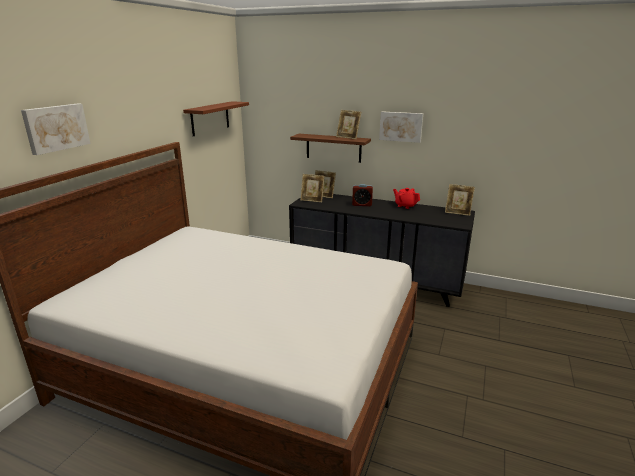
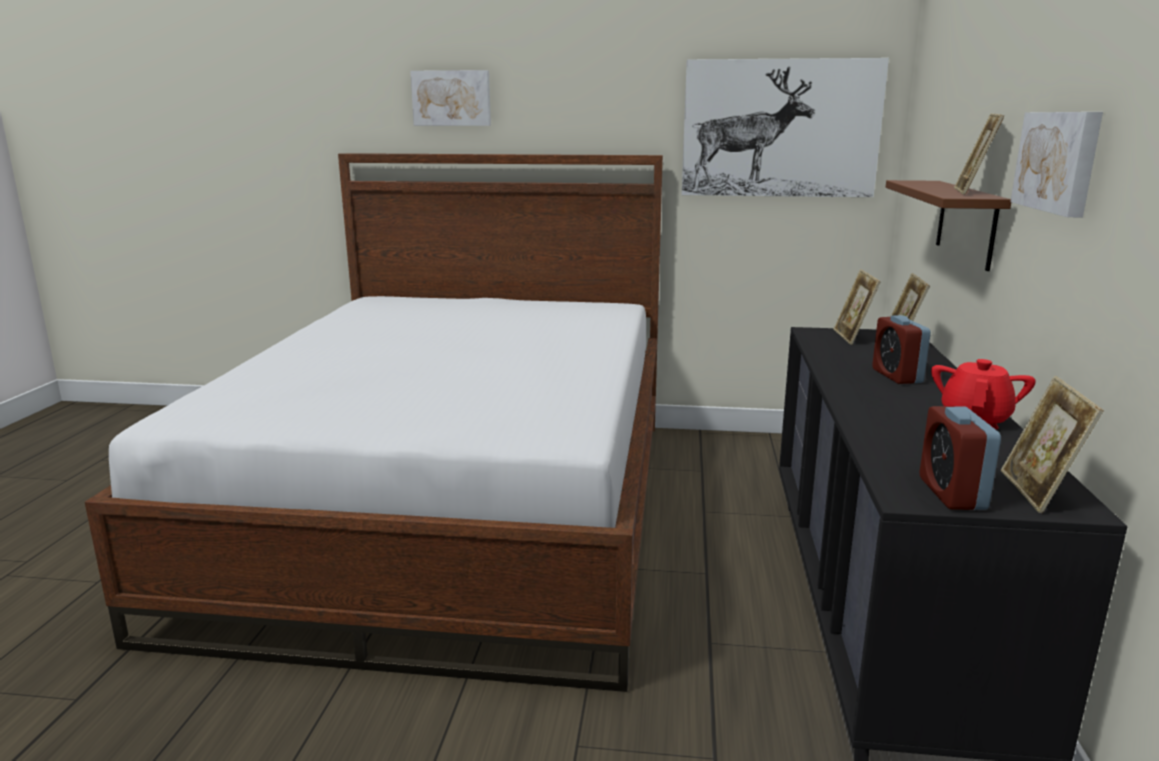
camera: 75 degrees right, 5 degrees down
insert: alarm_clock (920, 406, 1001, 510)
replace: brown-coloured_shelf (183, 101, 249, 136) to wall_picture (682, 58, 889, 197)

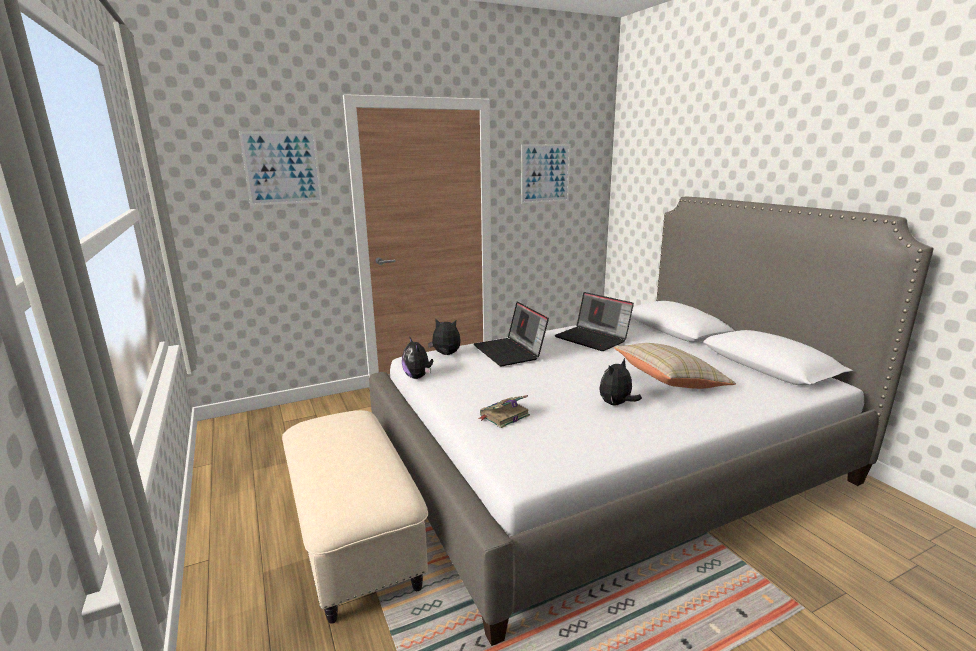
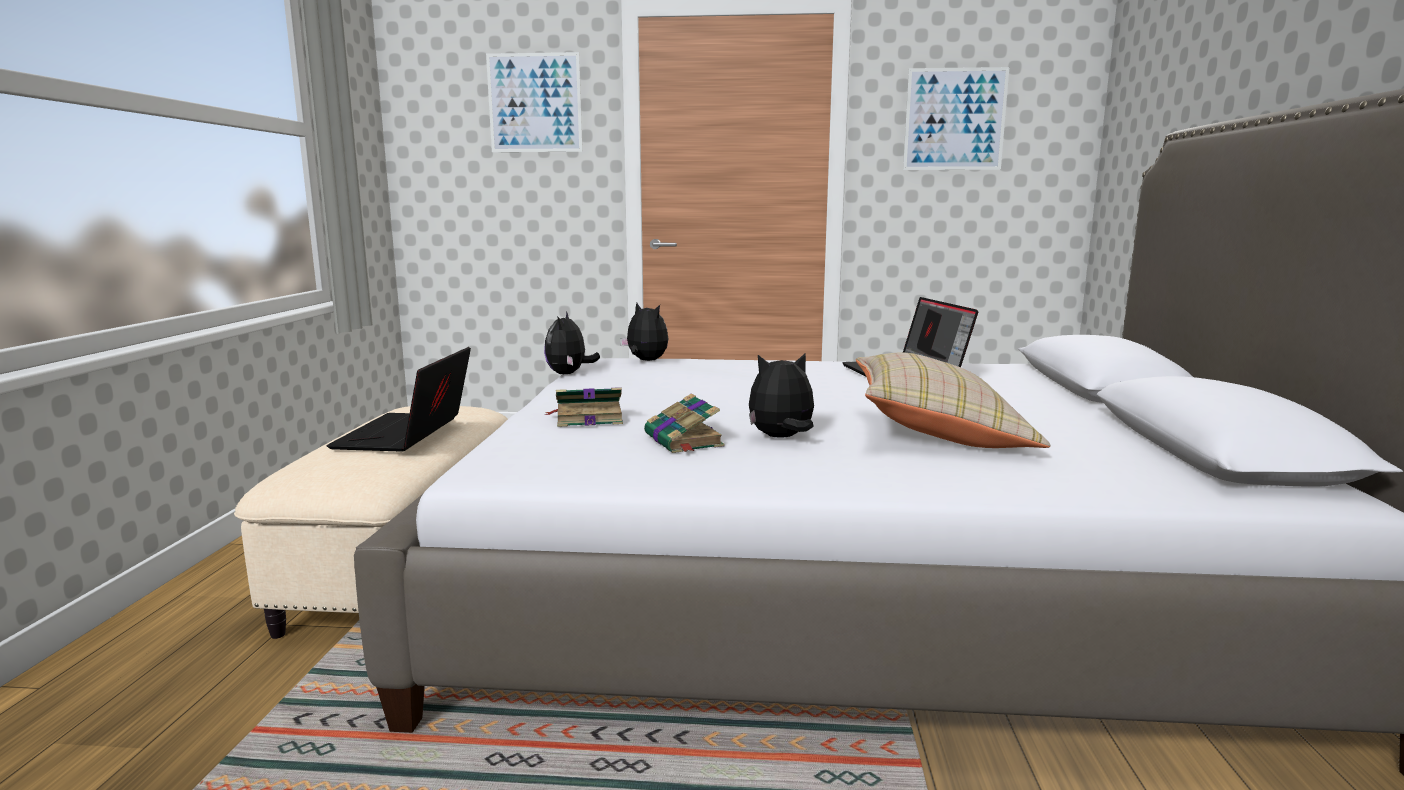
camera: 30 degrees right, 5 degrees down
insert: bound_book (644, 393, 725, 453)
move: notebook_computer (474, 302, 549, 366) to (326, 347, 471, 452)

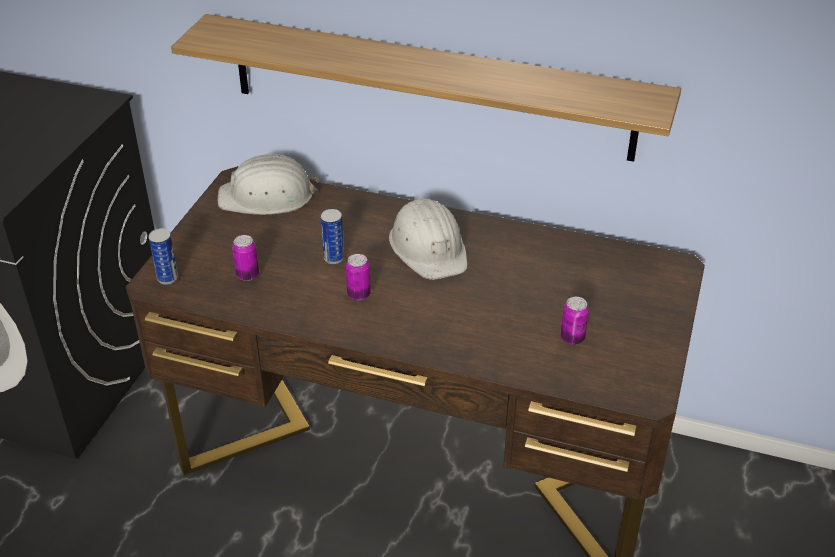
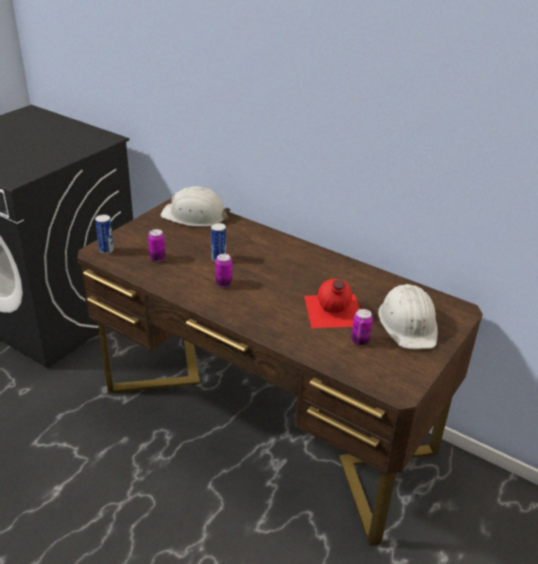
camera: 15 degrees right, 5 degrees down
delete: shelf (171, 14, 681, 162)
insert: red_bottle (304, 279, 360, 328)
move: white-coloured_hard_hat (389, 199, 467, 280) to (378, 284, 438, 349)

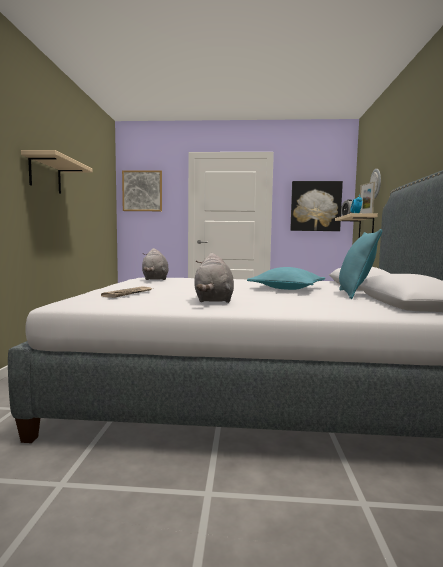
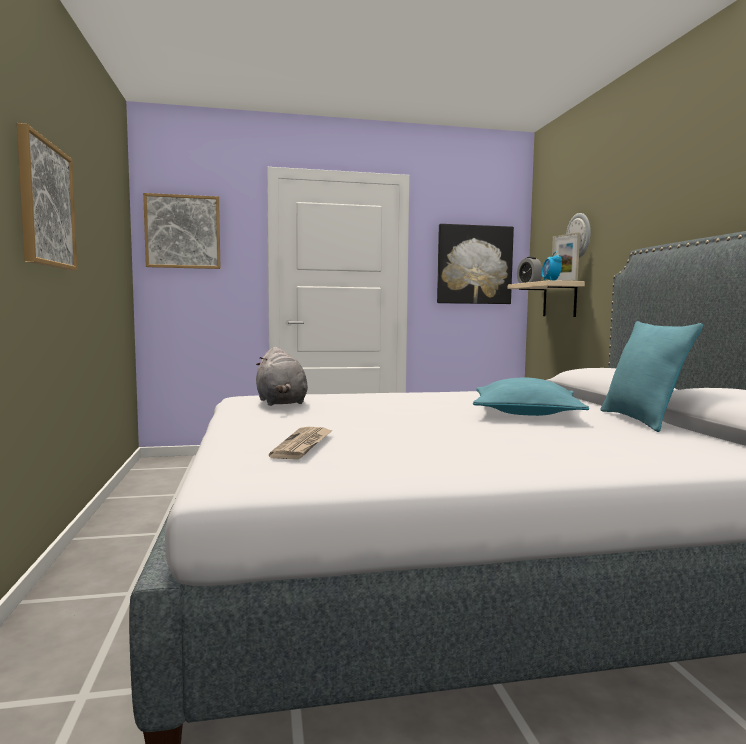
camera: 15 degrees left, 0 degrees up
delete: gray_plush_toy (194, 253, 234, 303)
replace: beige_shelf (21, 150, 93, 194) to wall_picture (17, 123, 78, 271)

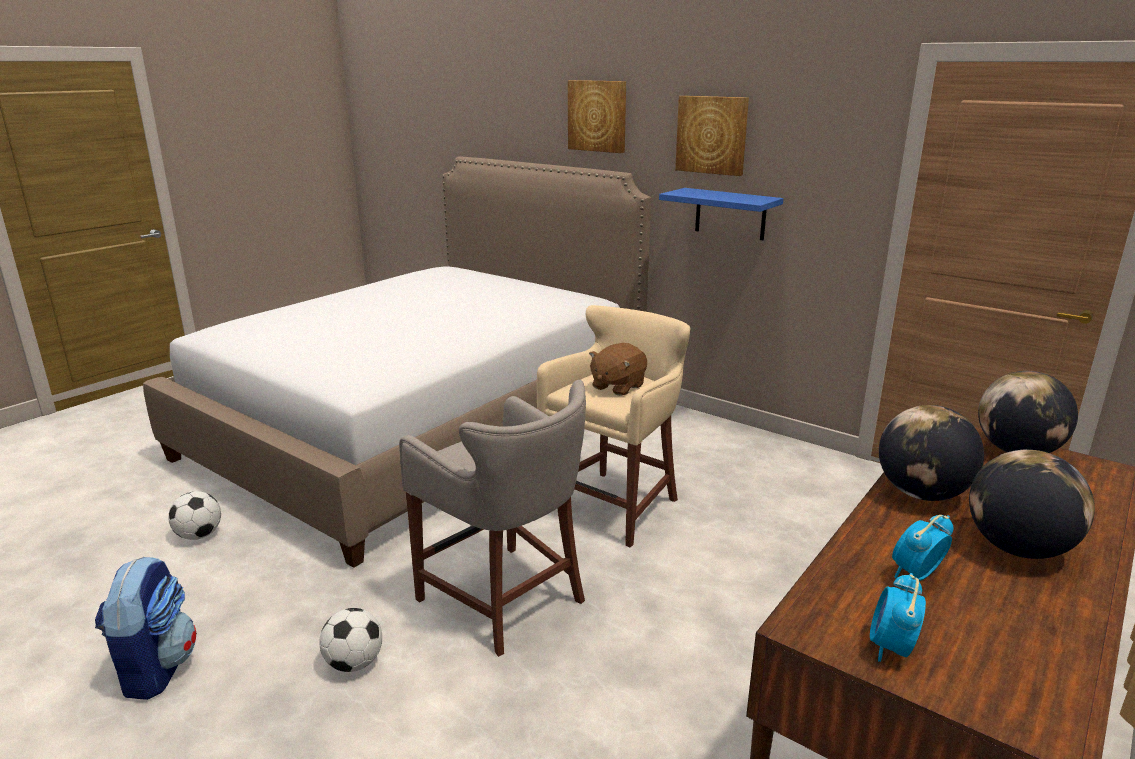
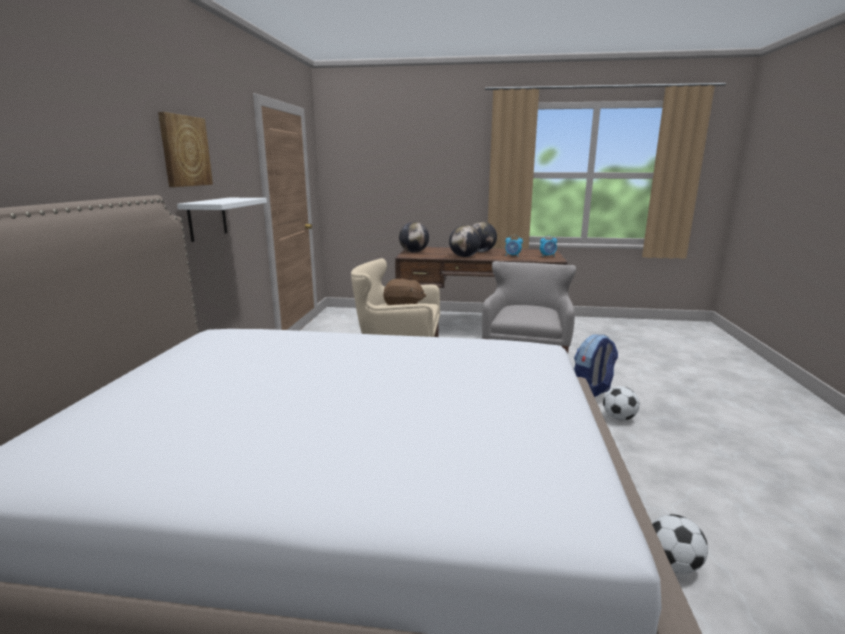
camera: 120 degrees left, 5 degrees down
delete: wall_picture (568, 80, 626, 153)
move: knapsack (95, 557, 197, 700) to (574, 334, 618, 397)
recolor: blue_shelf (659, 188, 783, 240) to white-coloured_shelf (177, 198, 267, 242)

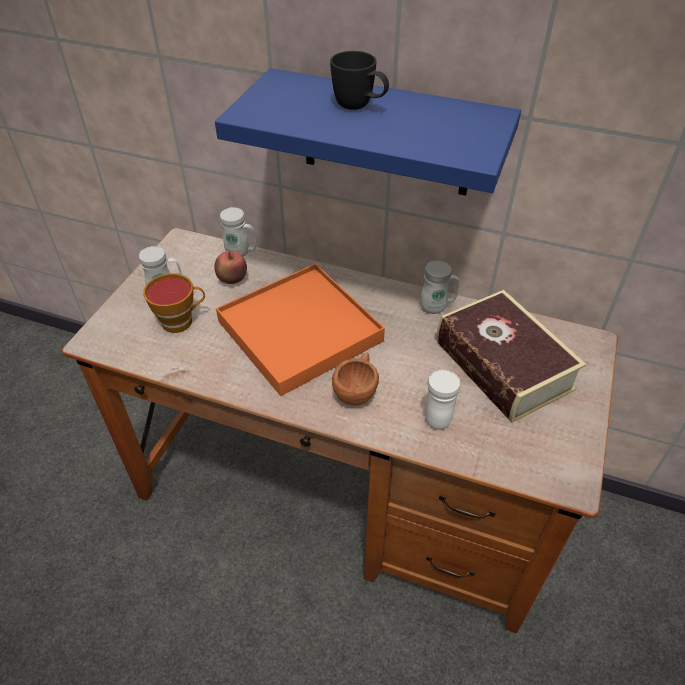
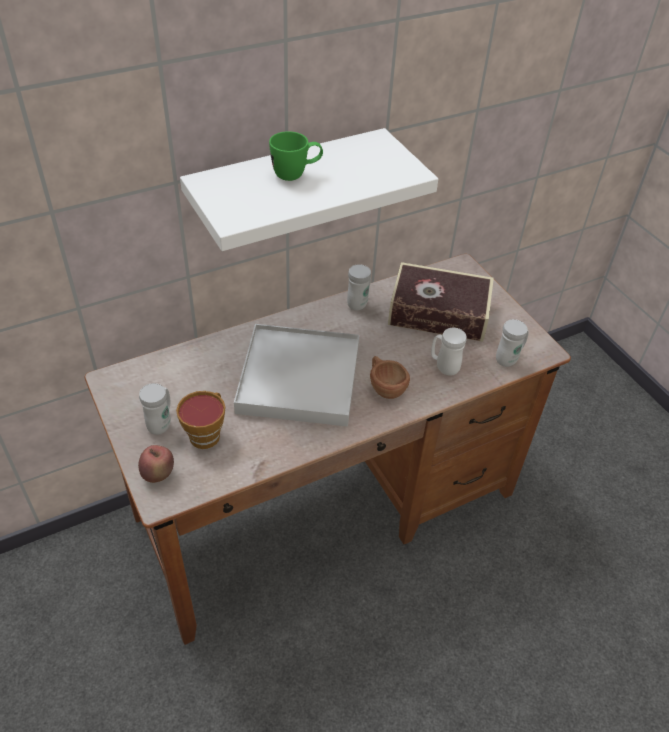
camera: 50 degrees left, 0 degrees up
move: apple_fruit (214, 251, 247, 284) to (138, 445, 174, 483); white-coloured_mug (220, 207, 257, 257) to (496, 319, 529, 367)
recolor: blue_shelf (215, 68, 521, 196) to white-coloured_shelf (180, 128, 438, 251); orangey_tray (216, 263, 385, 396) to white-coloured_tray (234, 324, 359, 427); black-coloured_mug (330, 51, 389, 110) to green-coloured_mug (269, 131, 323, 181)

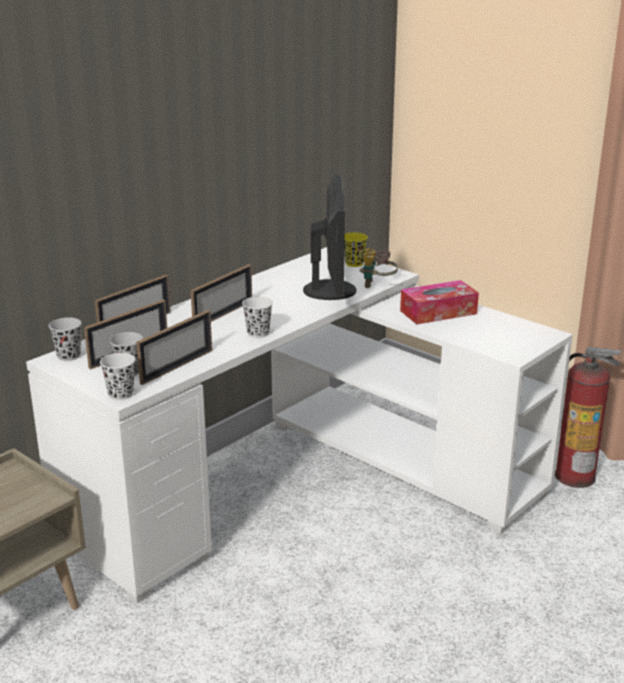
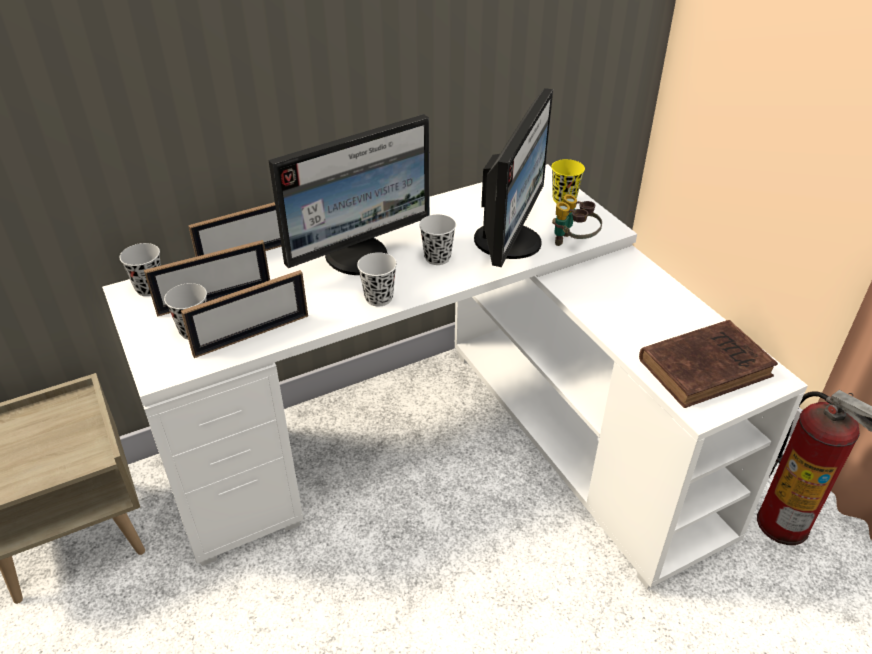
camera: 20 degrees right, 15 degrees up
delete: tissue_holder (400, 280, 479, 325)
insert: brown-coloured_bound_book (639, 320, 778, 408)
move: white-coloured_drinking_cup (100, 353, 135, 400) to (419, 214, 456, 265)
replace: standing_frame (191, 264, 252, 322) to computer_display (268, 114, 430, 275)

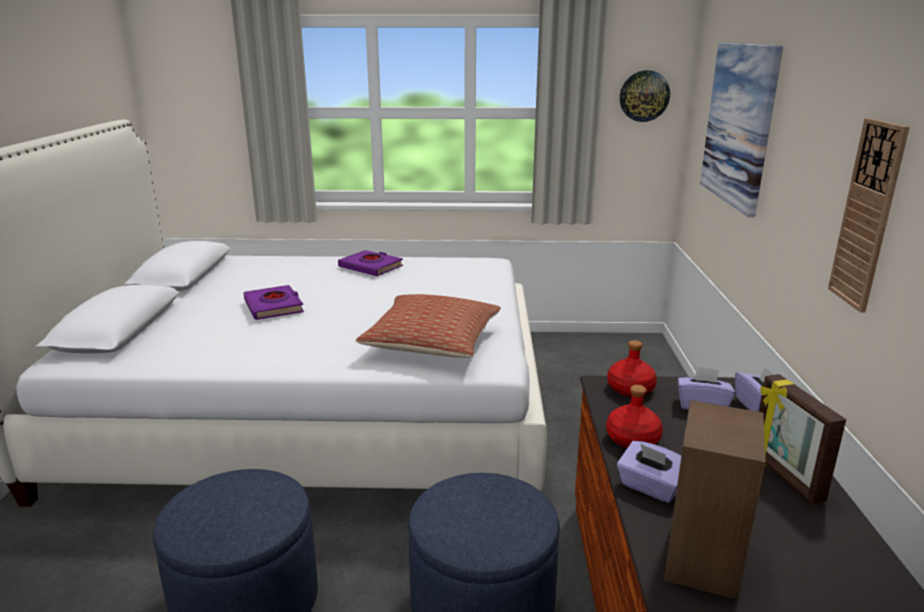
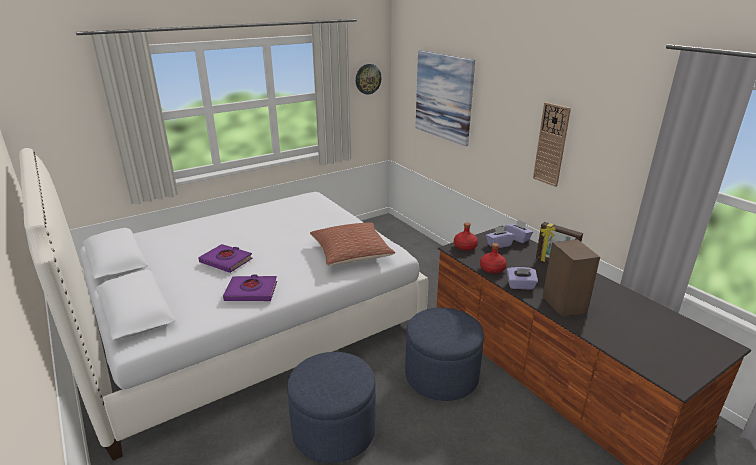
camera: 35 degrees left, 5 degrees up
move: purplish_bound_book (338, 250, 403, 276) to (223, 275, 277, 301)

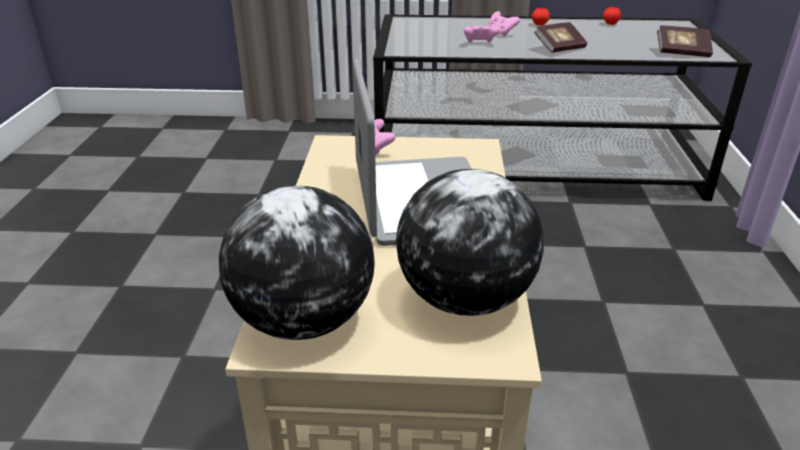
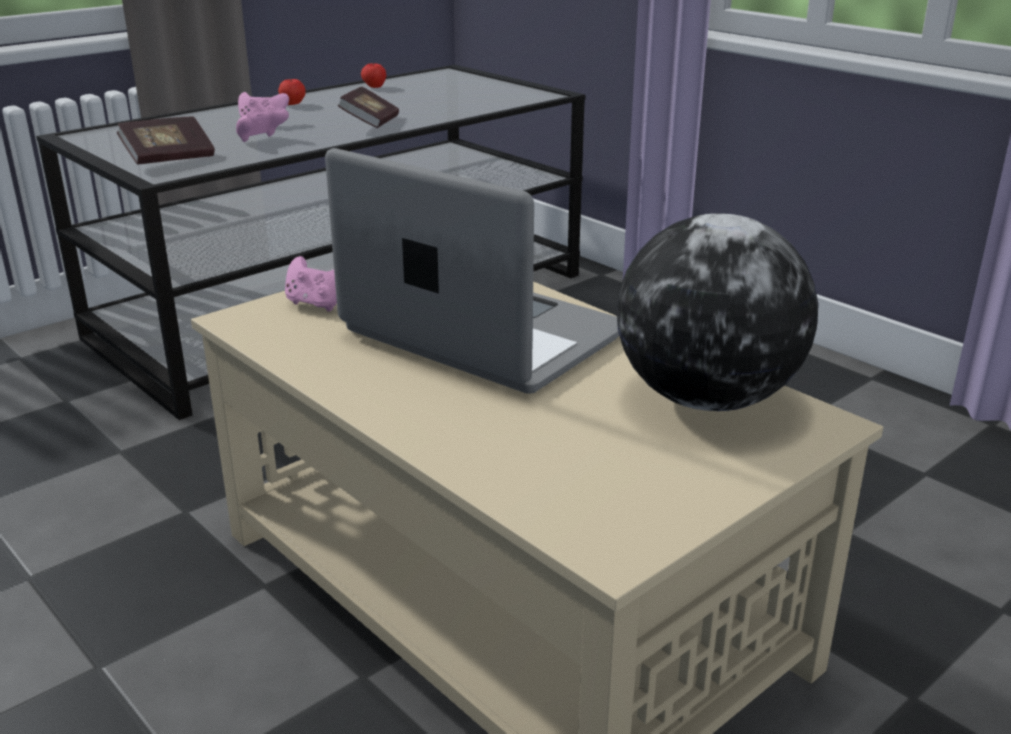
camera: 45 degrees left, 5 degrees down
delete: world_globe (219, 186, 375, 340)
move: bound_book (657, 25, 713, 57) to (116, 116, 215, 165)

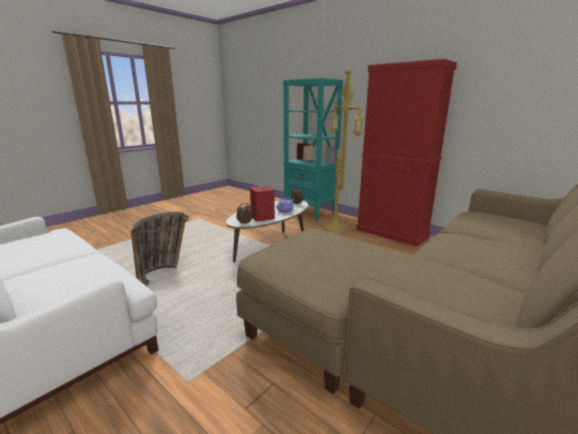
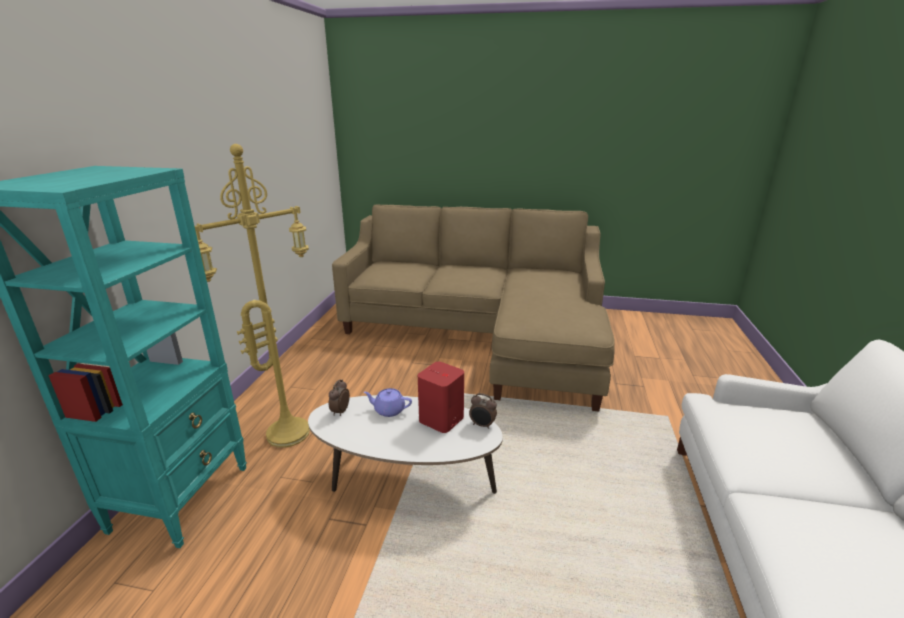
camera: 120 degrees left, 5 degrees up
delete: storage_basket (131, 212, 189, 285); red_cabinet (356, 59, 457, 247)

